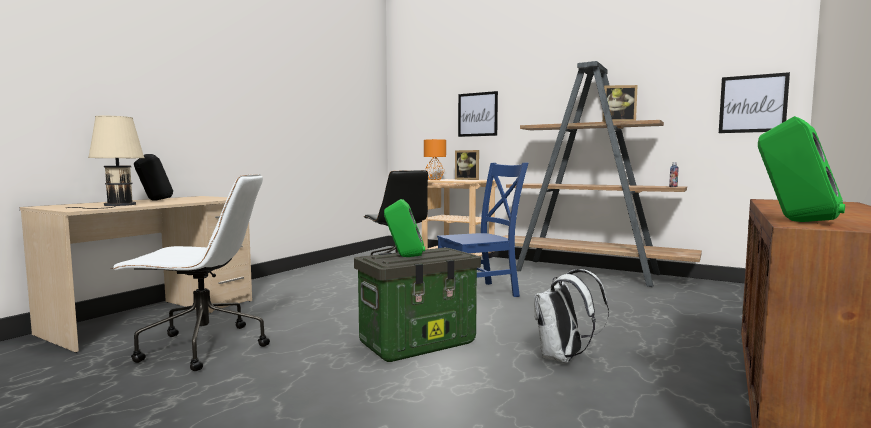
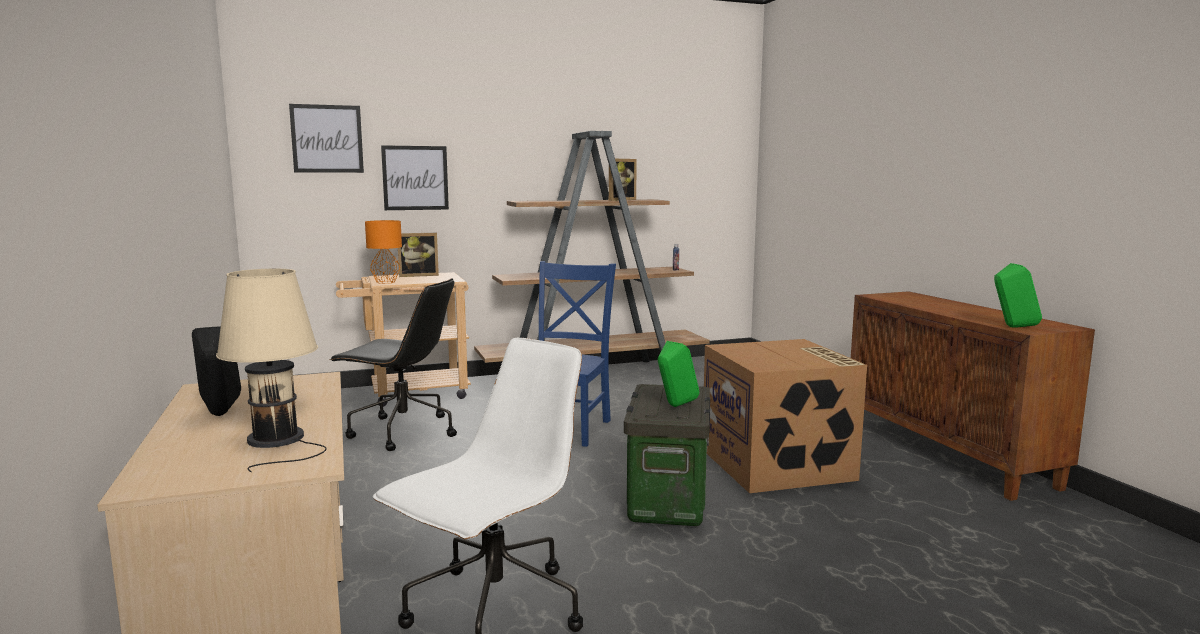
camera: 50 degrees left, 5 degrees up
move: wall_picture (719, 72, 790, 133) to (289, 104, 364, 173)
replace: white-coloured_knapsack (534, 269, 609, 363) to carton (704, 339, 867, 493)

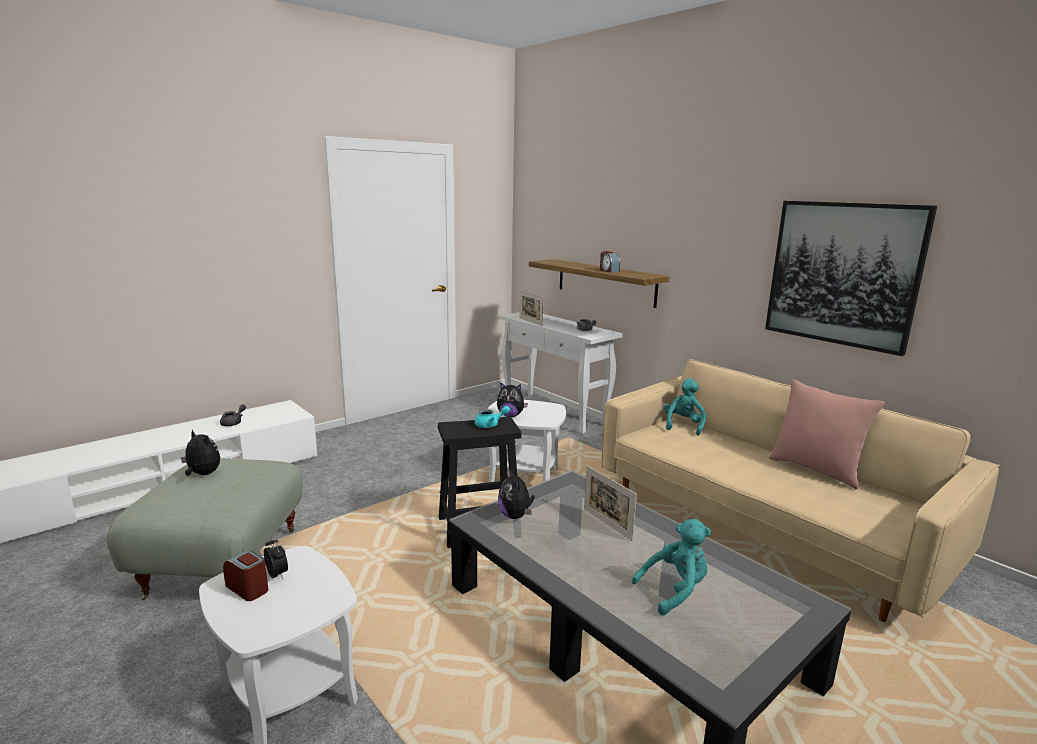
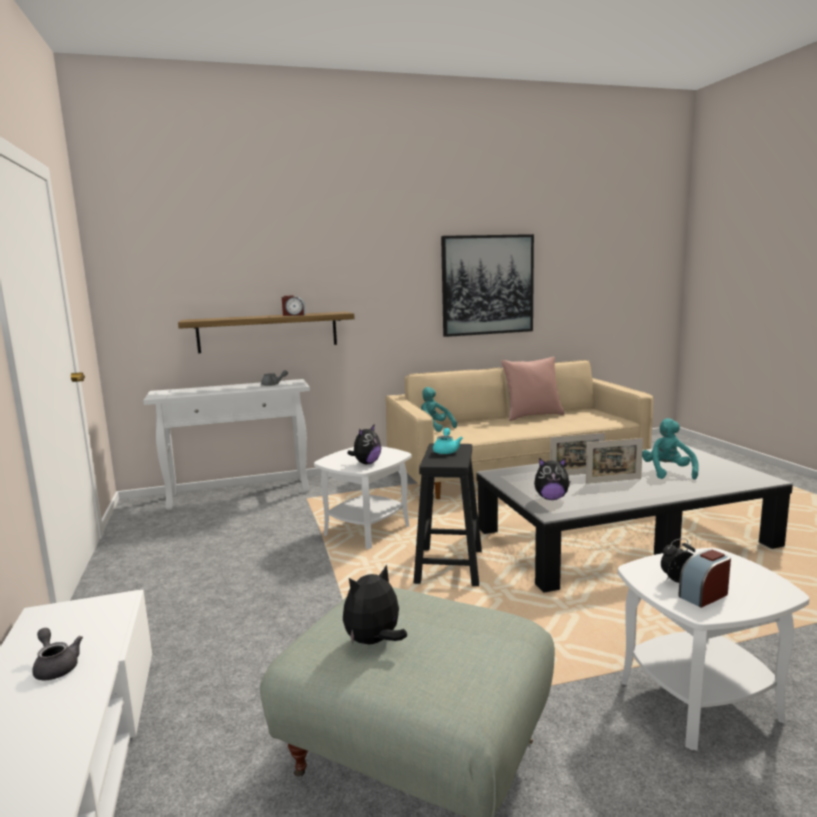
camera: 65 degrees left, 5 degrees down
move: standing_frame (520, 291, 543, 326) to (586, 438, 643, 484)

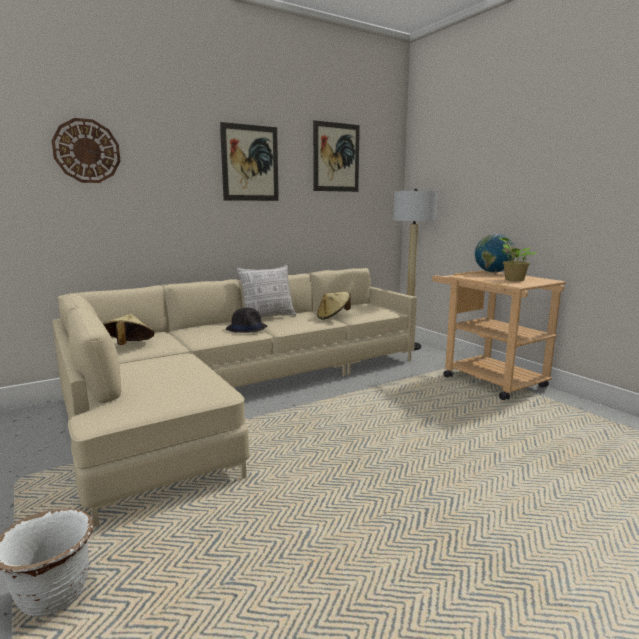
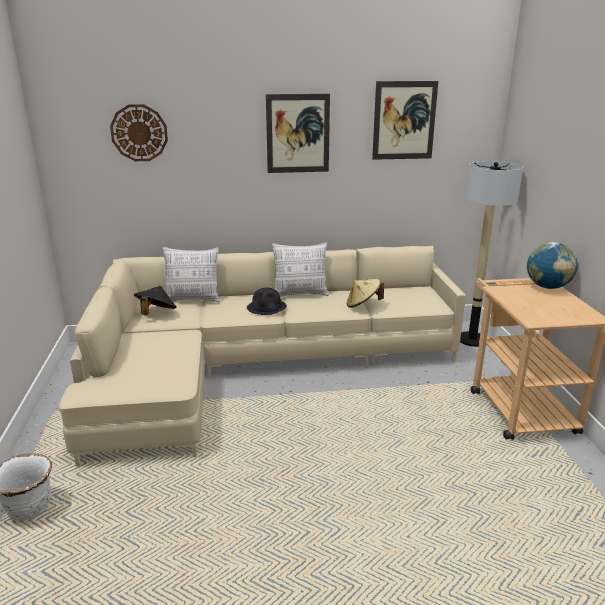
camera: 25 degrees right, 10 degrees up
delete: plant_in_a_pot (498, 237, 537, 281)
insert: throw_pillow (163, 247, 220, 303)
recolor: beige_hat (103, 314, 154, 345) to black-coloured_hat (134, 286, 177, 315)

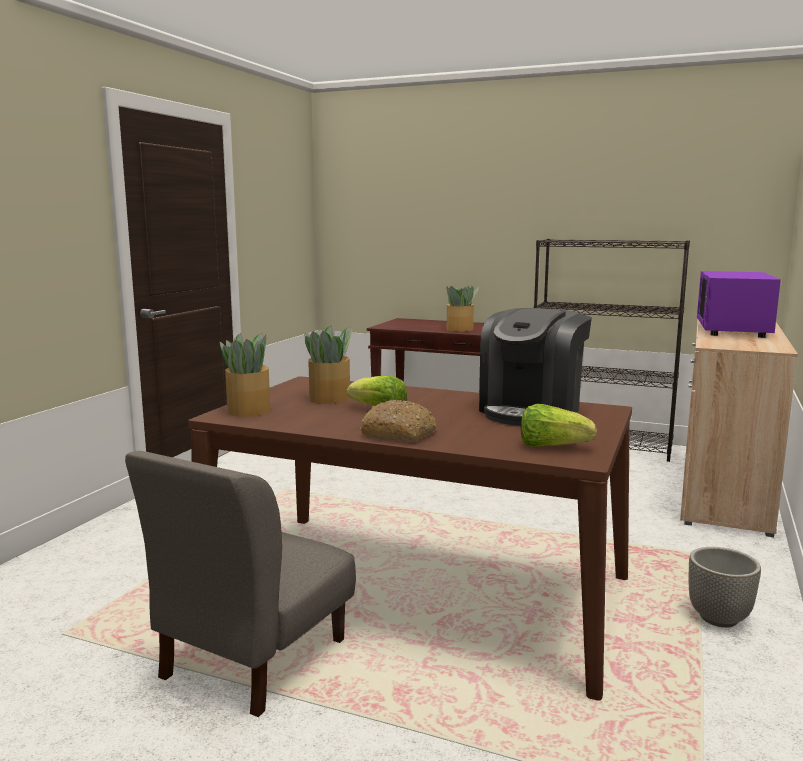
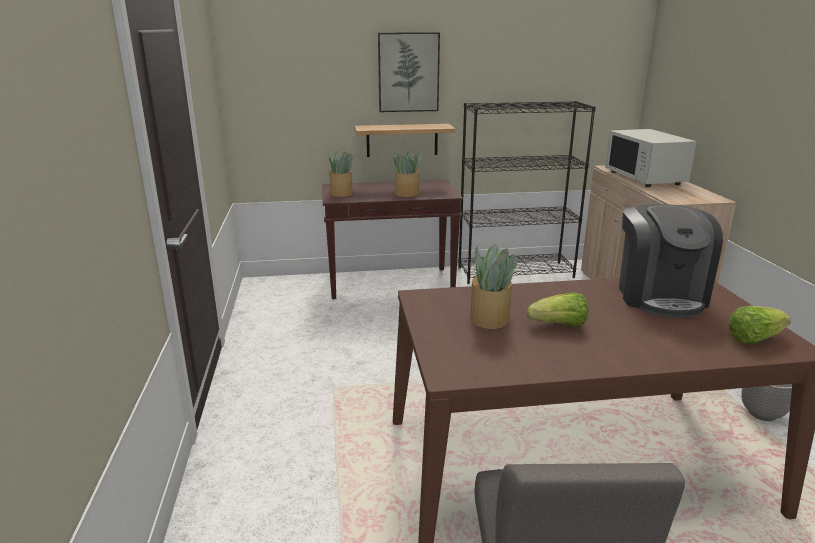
camera: 30 degrees left, 10 degrees up
delete: baked_bread (360, 399, 437, 442)
insert: shelf (354, 124, 456, 157); wall_picture (378, 32, 440, 112)
move: plant_in_a_pot (220, 333, 270, 417) to (328, 151, 354, 197)
recolor: purplish_kitchen_microwave (697, 271, 781, 338) to white-coloured_kitchen_microwave (605, 129, 697, 187)

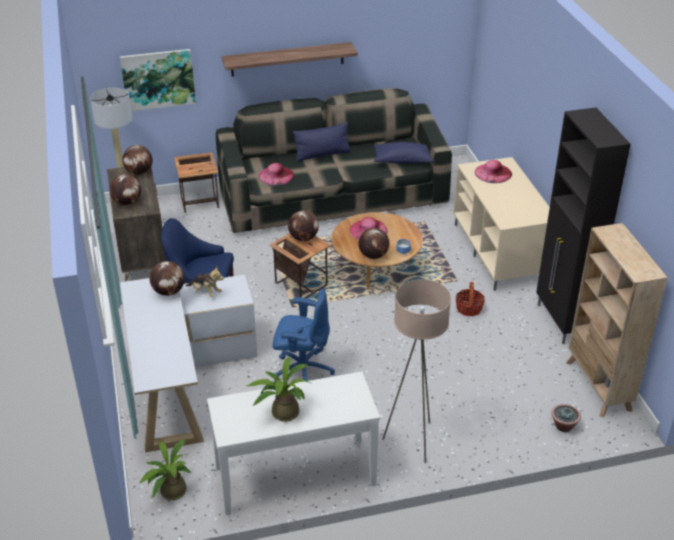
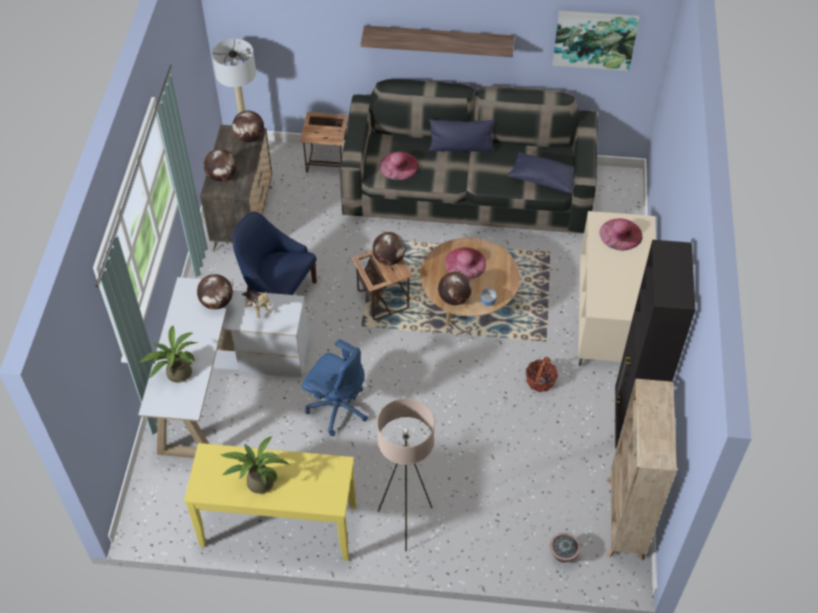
camera: 20 degrees right, 15 degrees up
move: wall_picture (120, 49, 196, 111) to (552, 11, 639, 71); plant_in_a_pot (139, 439, 192, 500) to (139, 325, 197, 383)
recolor: white-coloured_console_table (207, 372, 380, 515) to yellowish_console_table (184, 443, 356, 561)

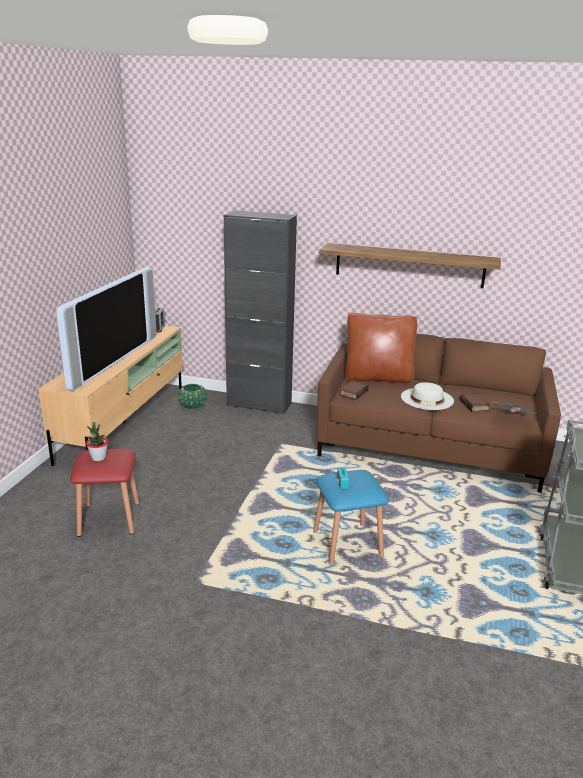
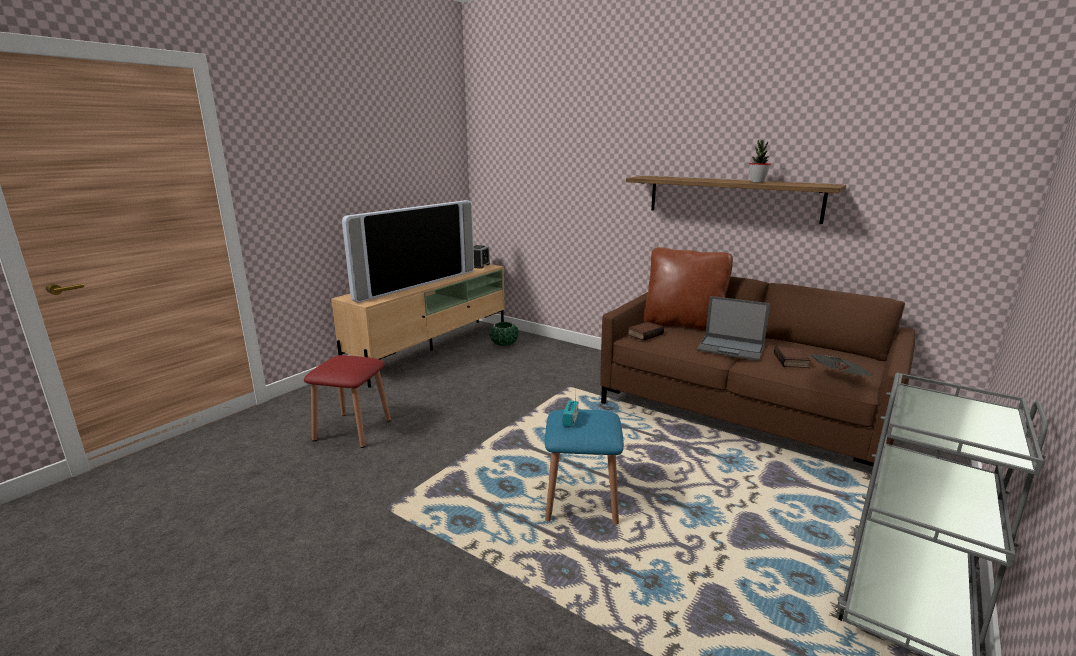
camera: 20 degrees right, 5 degrees down
delete: black-coloured_cabinet (224, 210, 297, 415)
move: plant_in_a_pot (86, 422, 108, 461) to (749, 140, 771, 183)
replace: white-coloured_hat (401, 382, 454, 410) to notebook_computer (697, 296, 770, 361)

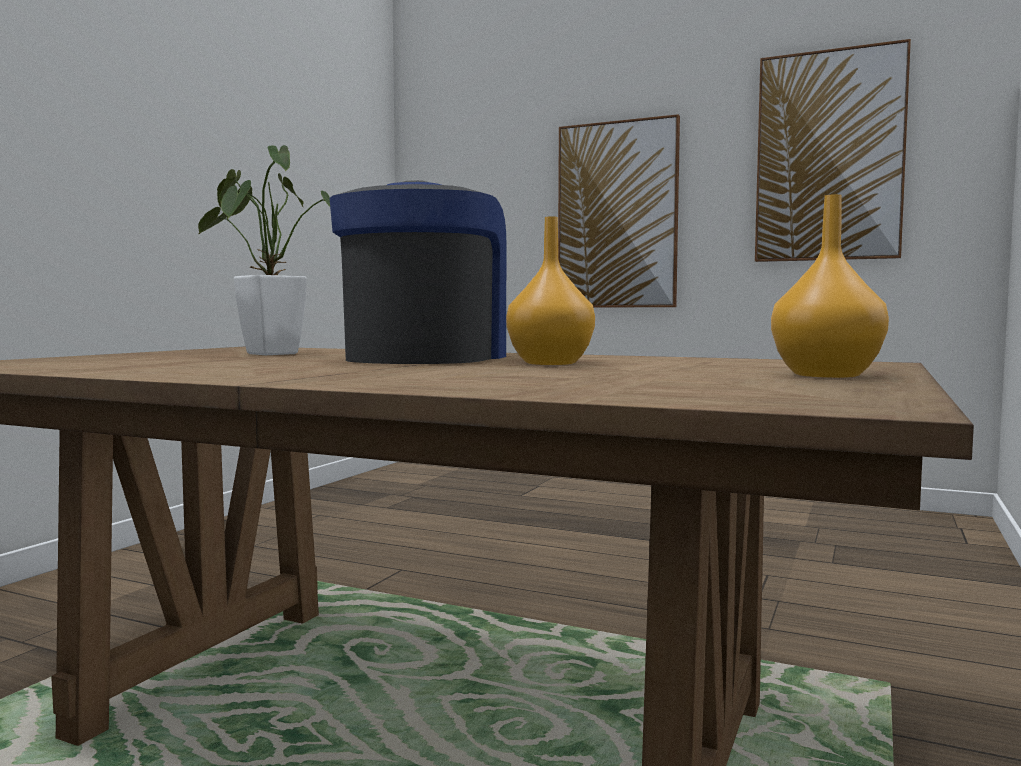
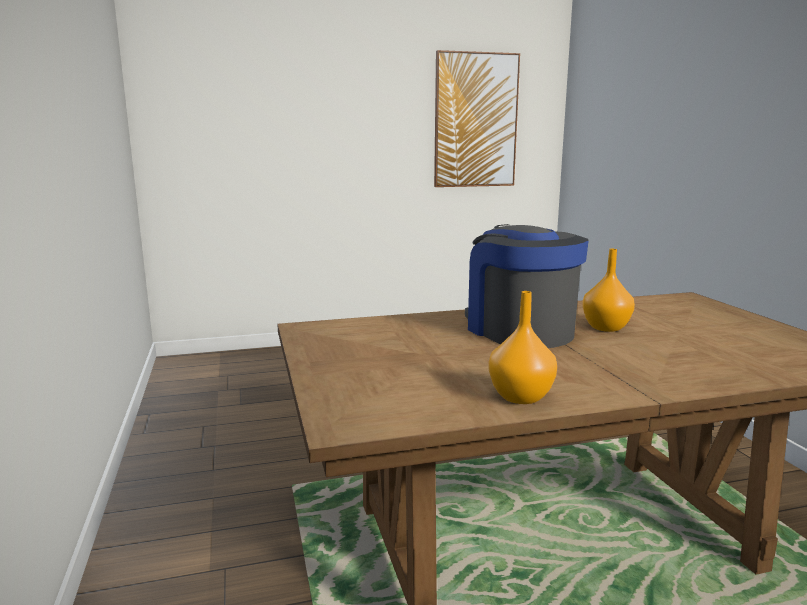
camera: 40 degrees left, 10 degrees up
delete: plant_in_a_pot (198, 145, 330, 355); wall_picture (558, 114, 680, 307)
move: orangey_flower_vase (771, 194, 889, 378) to (488, 291, 557, 404)

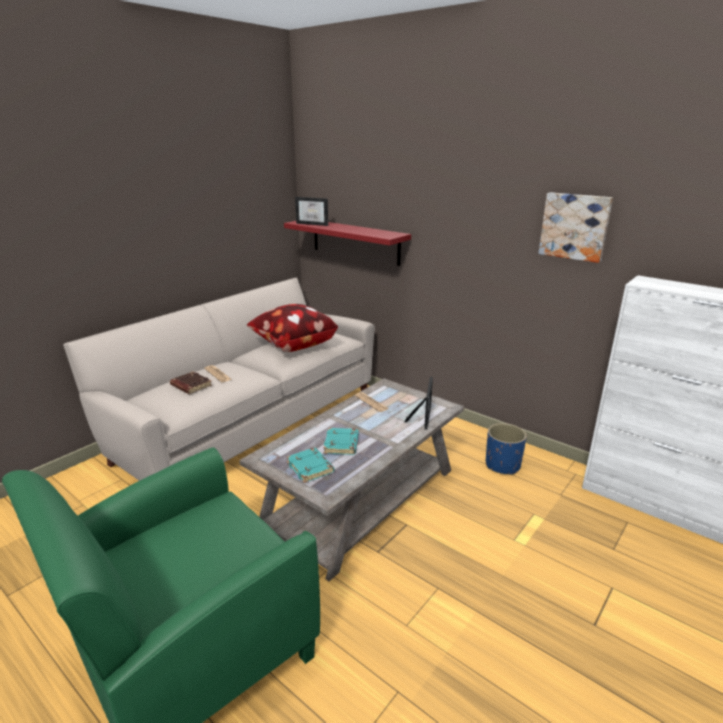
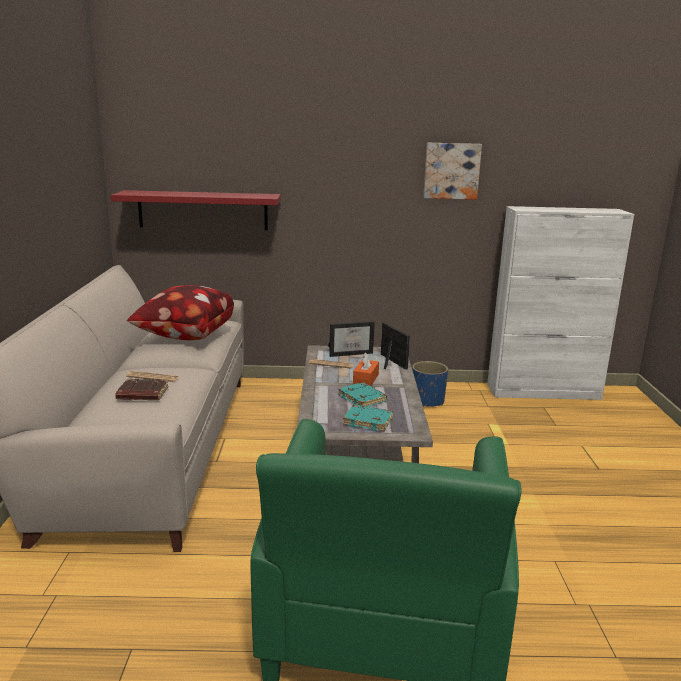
camera: 40 degrees left, 5 degrees down
insert: orangey_tissue_holder (353, 352, 379, 386)
move: standing_frame (295, 197, 328, 226) to (329, 321, 375, 357)

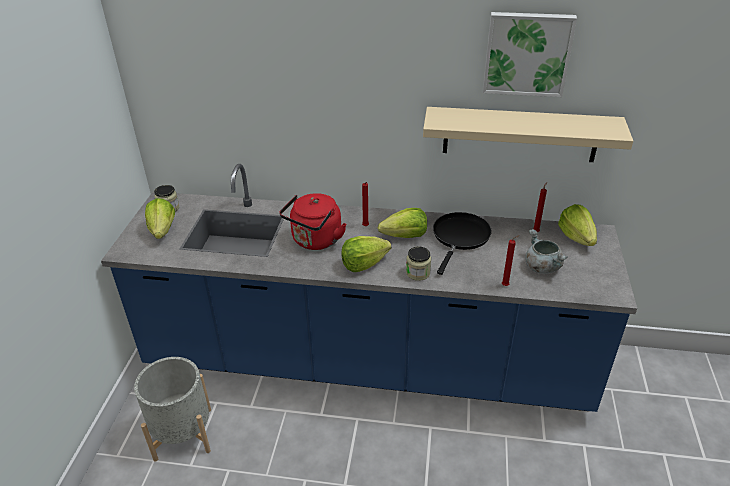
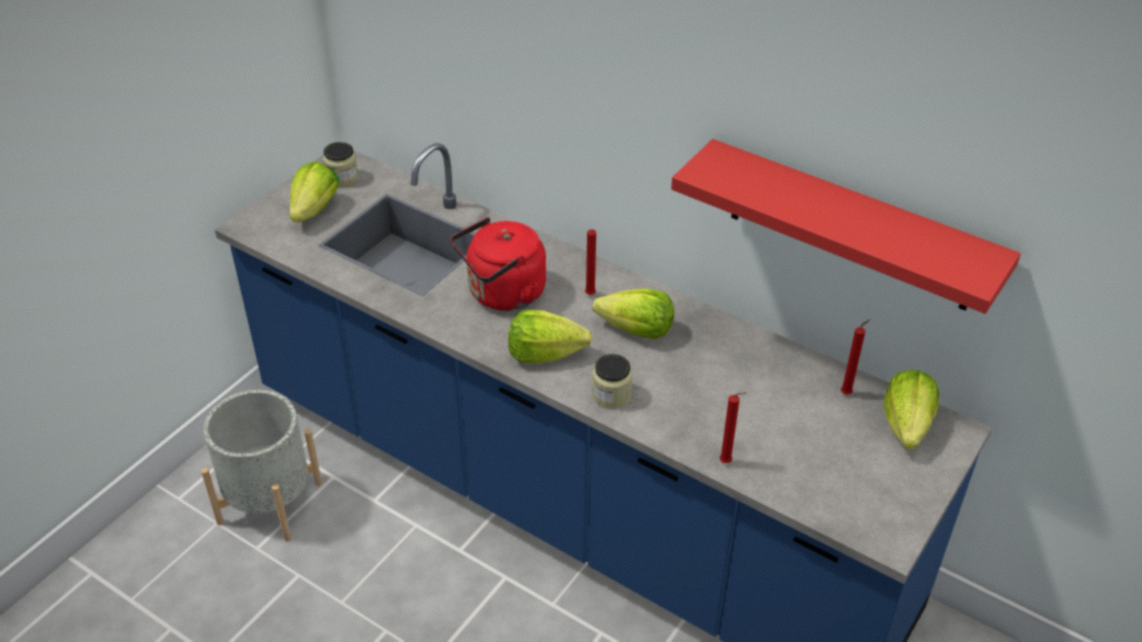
camera: 25 degrees right, 5 degrees up
delete: black-coloured_skillet (433, 212, 492, 275); wall_picture (483, 12, 577, 97); gray_saucepot (525, 229, 568, 274)
recolor: beige_shelf (423, 107, 633, 162) to red_shelf (671, 139, 1021, 314)

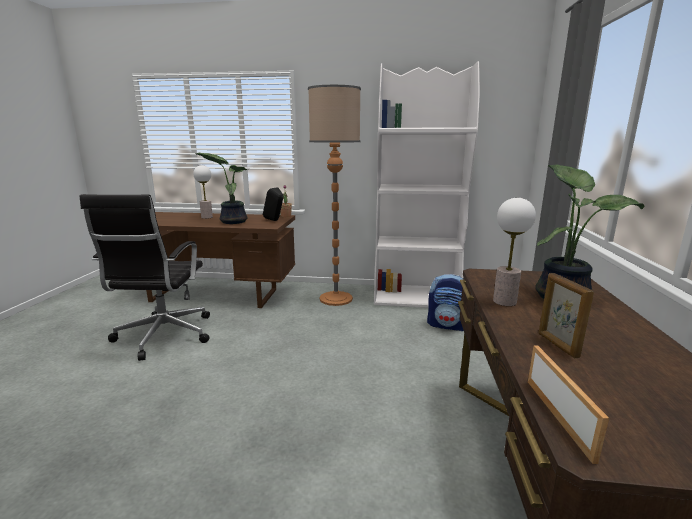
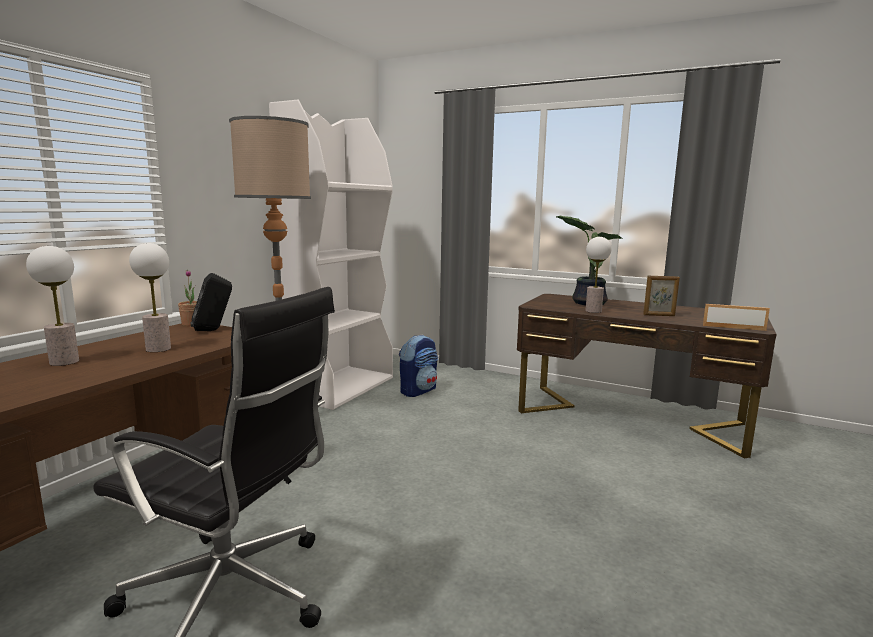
camera: 70 degrees left, 5 degrees down
replace: plant_in_a_pot (196, 153, 248, 224) to tabletop_lamp (129, 243, 171, 352)

